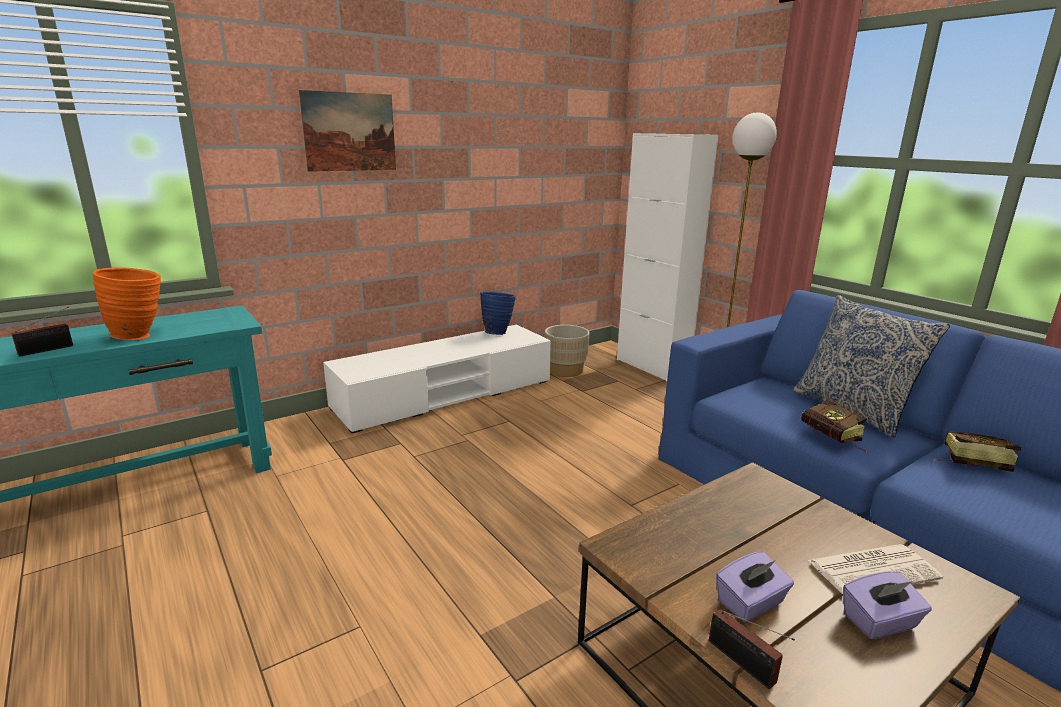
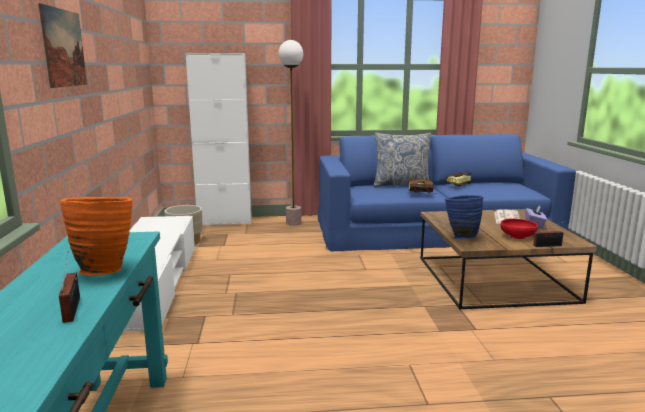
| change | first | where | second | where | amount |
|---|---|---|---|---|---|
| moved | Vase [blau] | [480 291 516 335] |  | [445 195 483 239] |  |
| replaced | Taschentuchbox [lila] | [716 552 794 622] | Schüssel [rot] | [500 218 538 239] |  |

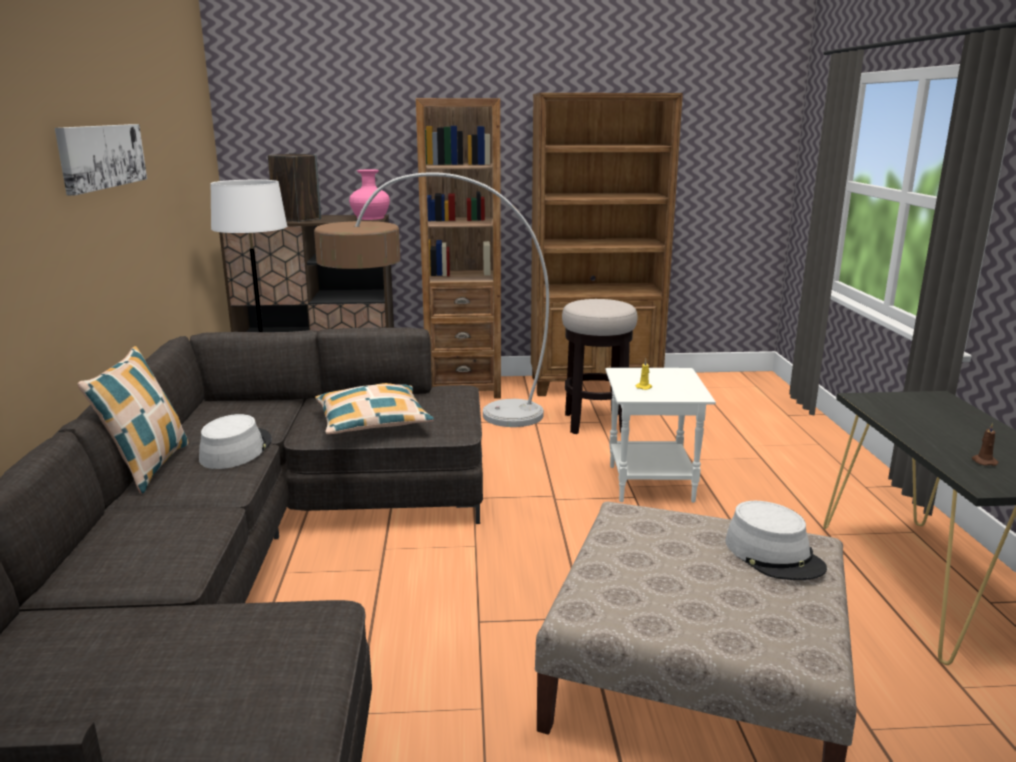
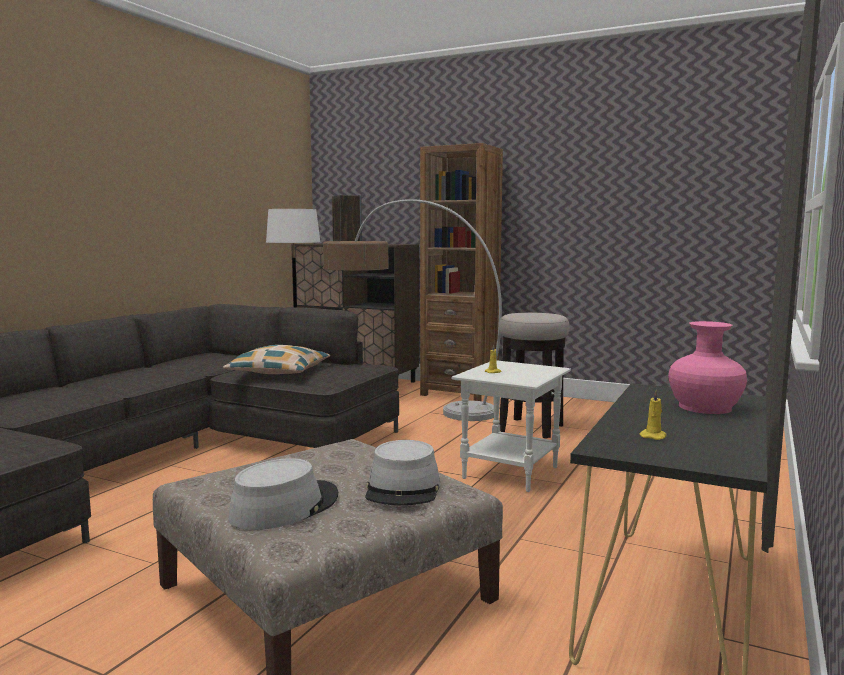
| change | first | where | second | where | amount |
|---|---|---|---|---|---|
| removed | Bücherregal [braun] | [531 93 683 396] |  |  |  |
| removed | Bild | [55 124 147 196] |  |  |  |
| moved | Vase [rosa] | [349 169 390 220] |  | [668 321 747 414] |  |
| removed | Kissen | [77 346 189 494] |  |  |  |
| moved | Hut [grau] | [199 414 272 469] |  | [229 458 338 530] |  |
| recoloured | Kerze [braun] | [972 423 998 466] | Kerze [gelb] | [640 390 666 440] |  |

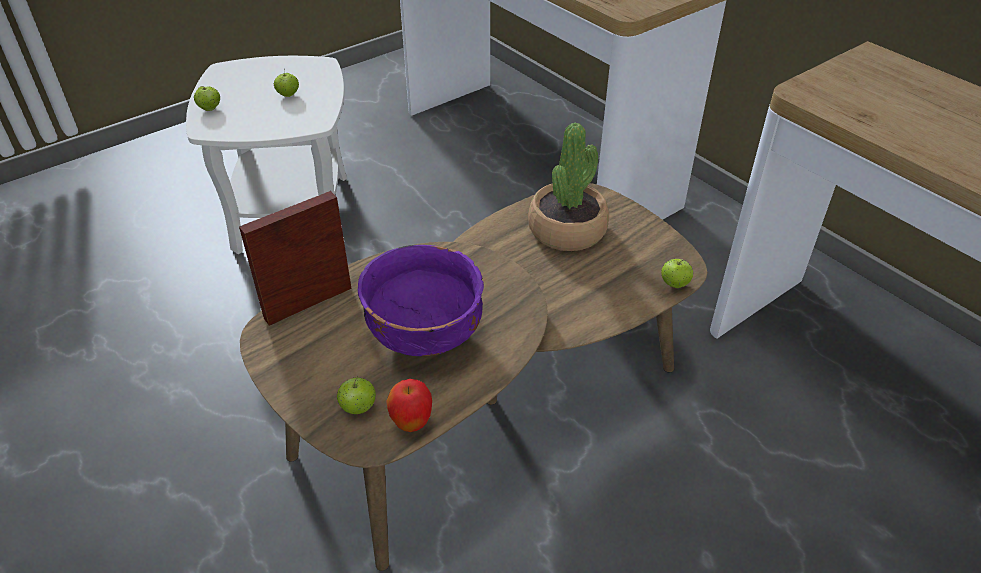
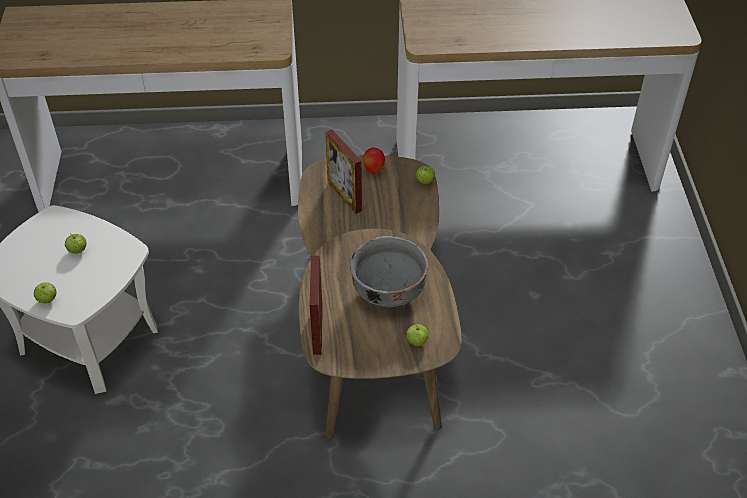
| change | first | where | second | where | amount |
|---|---|---|---|---|---|
| replaced | Topfpflanze | [528 123 609 251] | Bilderrahmen | [325 129 362 214] |  |
| recoloured | Schüssel [lila] | [358 245 484 356] | Schüssel [grau] | [350 236 428 307] |  |
| moved | Apfel | [386 379 432 432] |  | [363 148 385 174] |  |

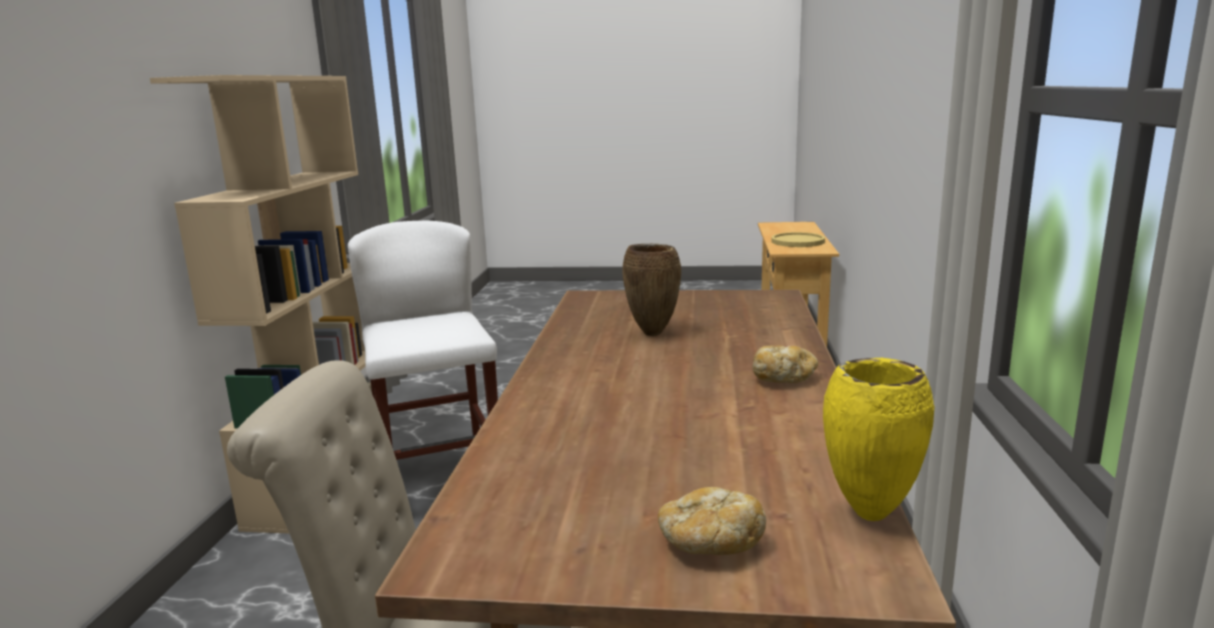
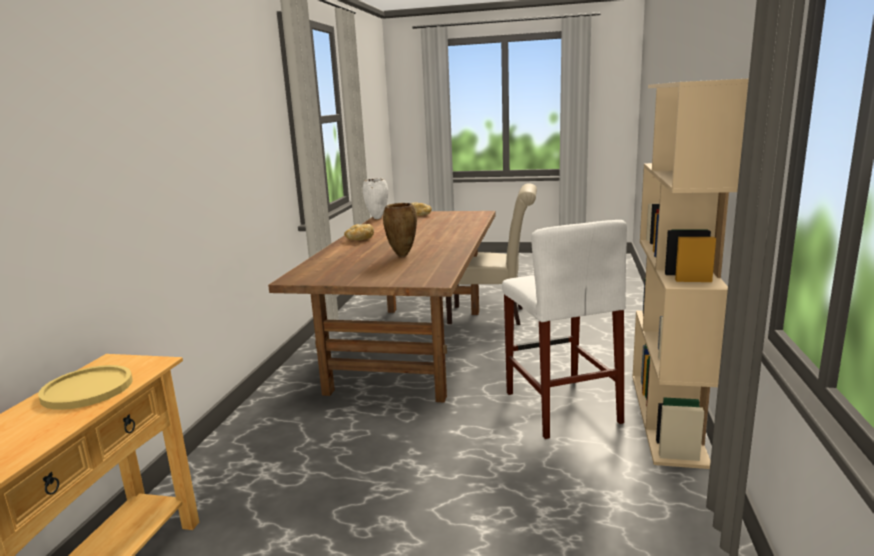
| change | first | where | second | where | amount |
|---|---|---|---|---|---|
| recoloured | Vase [gelb] | [823 358 935 521] | Vase [weiß] | [363 178 388 219] |  |

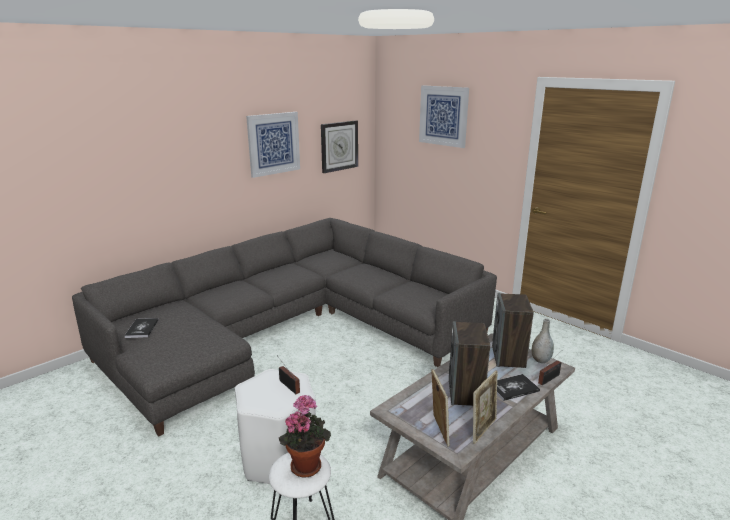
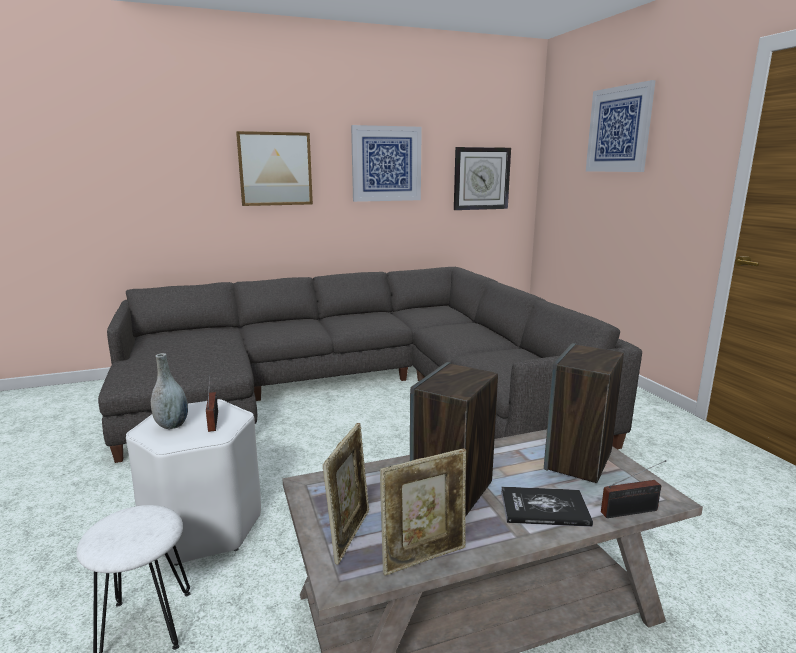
| change | first | where | second | where | amount |
|---|---|---|---|---|---|
| removed | Buch | [124 318 158 338] |  |  |  |
| moved | Vase [grau] | [532 318 554 363] |  | [151 353 188 429] |  |
| removed | Topfpflanze | [279 395 331 477] |  |  |  |
| added |  |  | Bild | [236 131 313 206] |  |

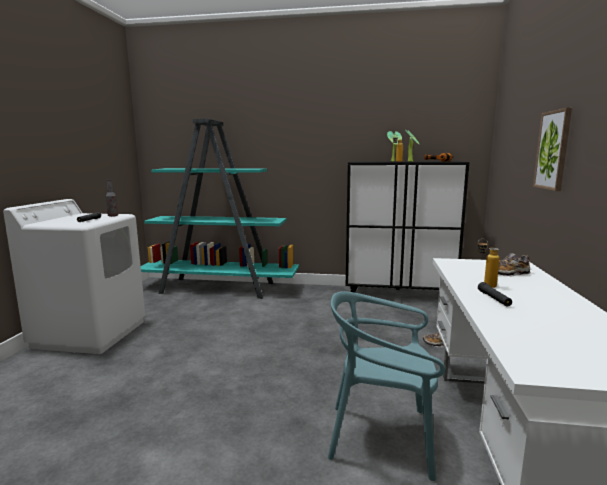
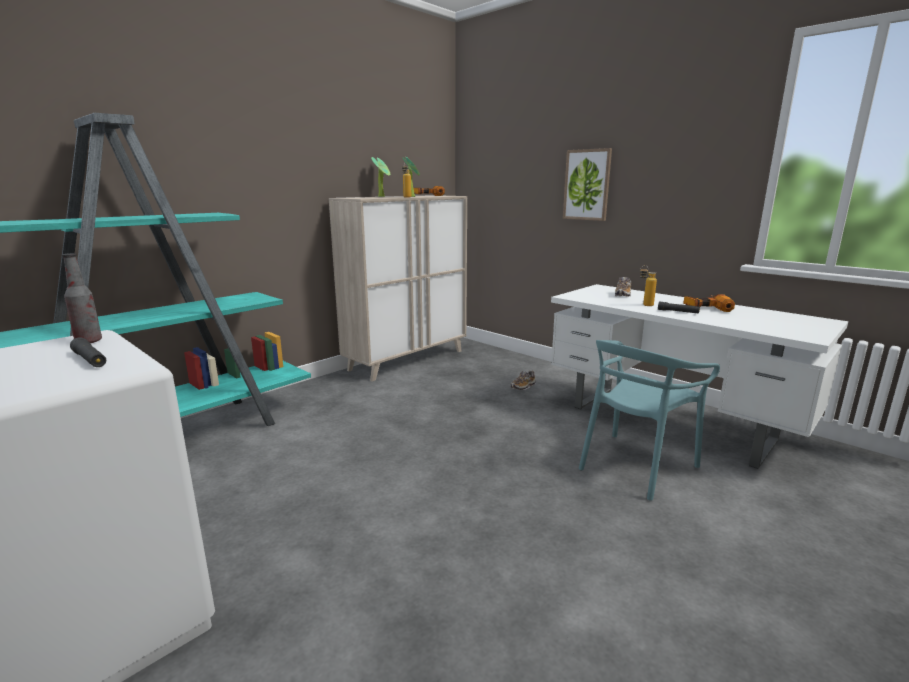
| change | first | where | second | where | amount |
|---|---|---|---|---|---|
| recoloured | Schrank [schwarz] | [346 161 469 293] | Schrank [beige] | [329 195 467 381] |  |
| added |  |  | Bohrmaschine | [683 294 735 312] |  |

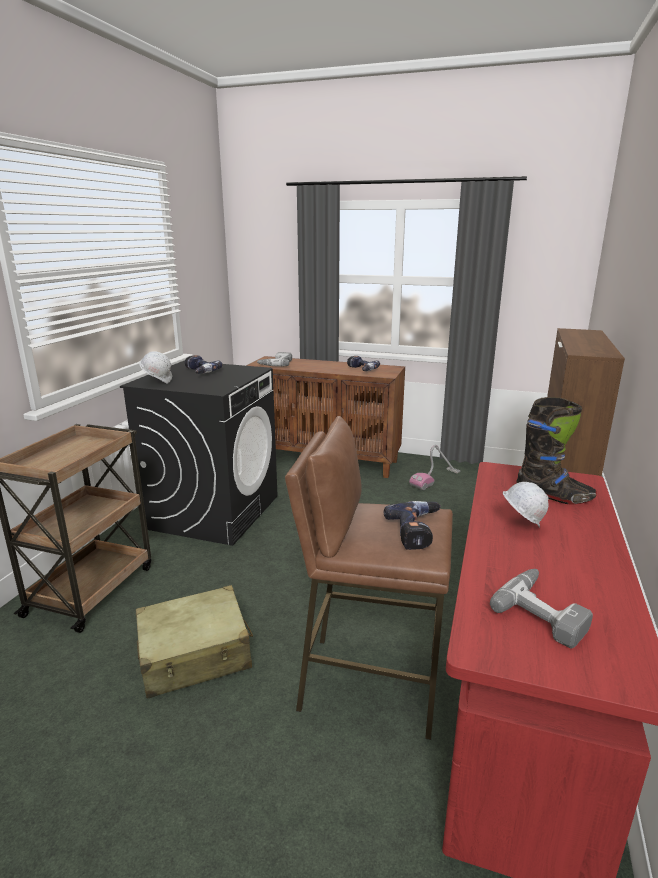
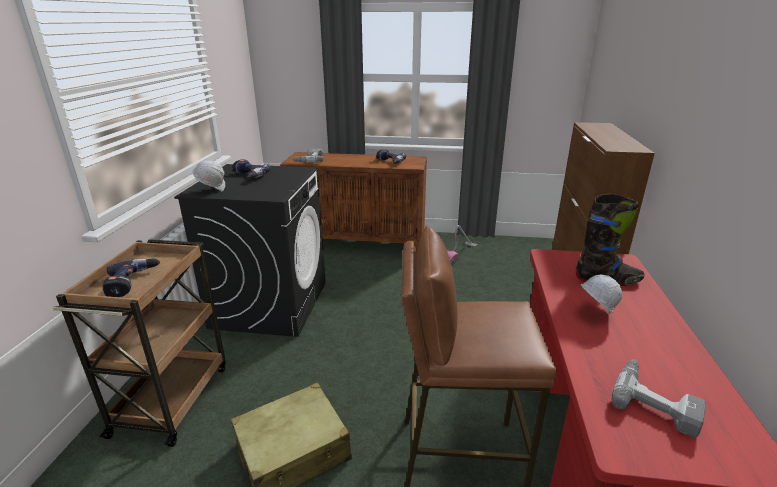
| change | first | where | second | where | amount |
|---|---|---|---|---|---|
| moved | Bohrmaschine | [384 501 441 550] |  | [103 259 160 297] |  |

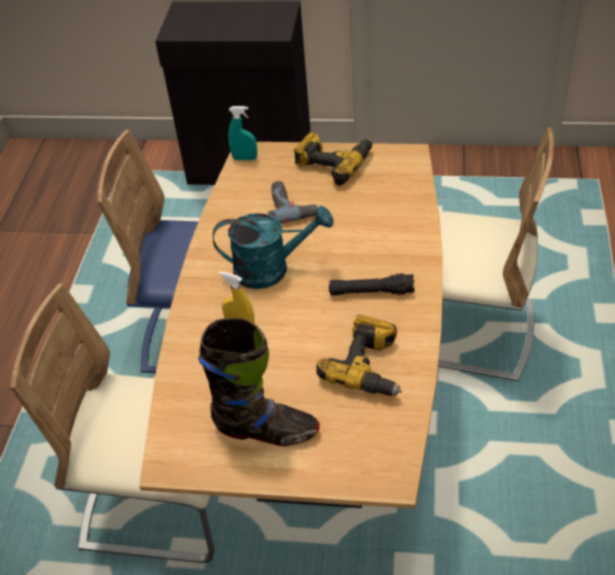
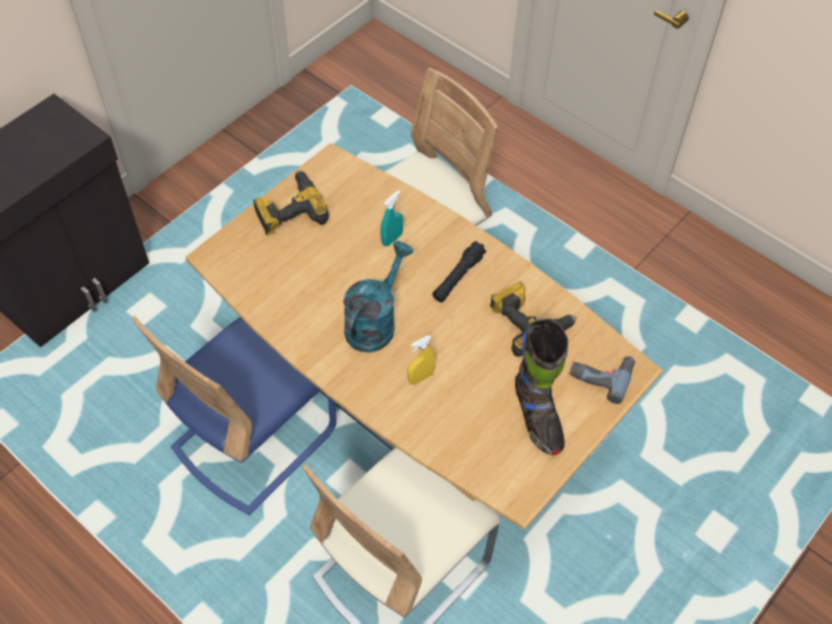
| change | first | where | second | where | amount |
|---|---|---|---|---|---|
| moved | Sprühflasche [türkis] | [228 106 257 160] |  | [381 190 403 246] |  |
| moved | Bohrmaschine | [268 181 318 223] |  | [569 356 635 404] |  |
| turned | Stiefel [schwarz] | [198 318 320 446] |  | [515 318 568 455] | 120 degrees clockwise |

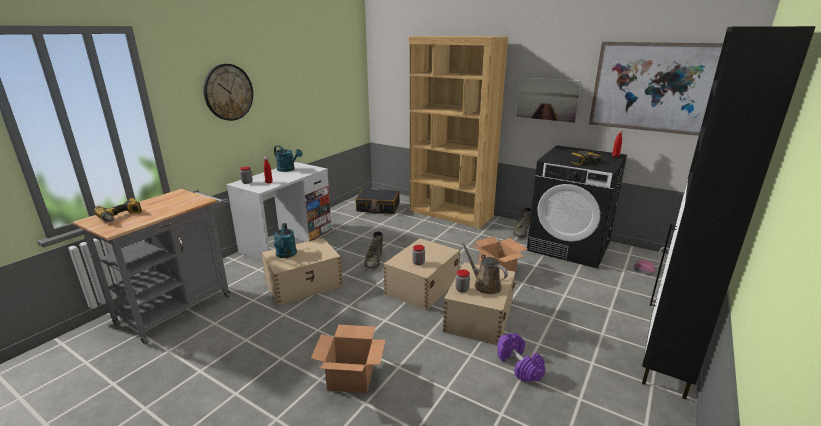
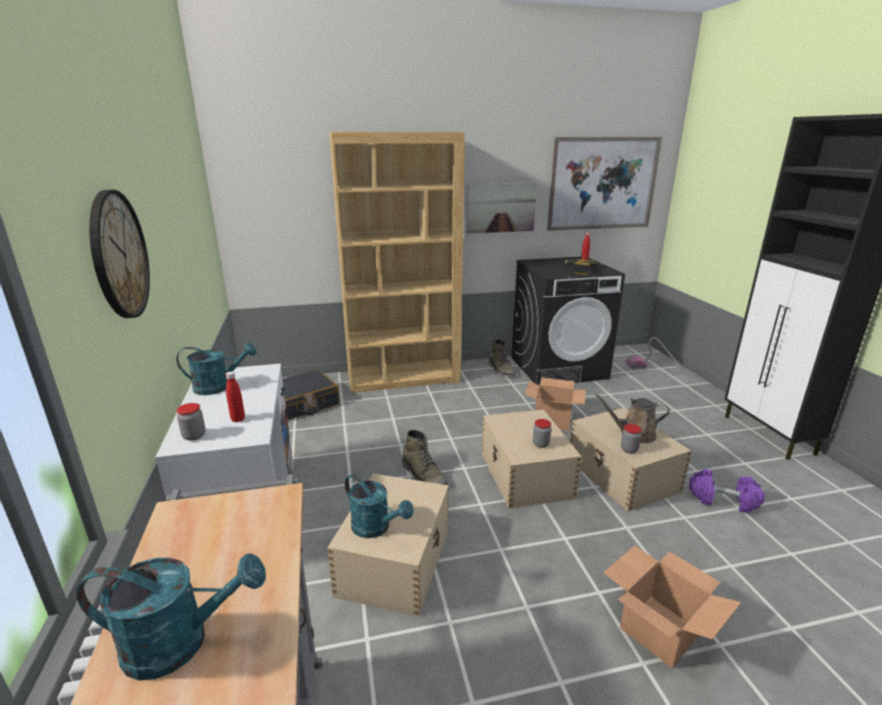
| change | first | where | second | where | amount |
|---|---|---|---|---|---|
| replaced | Bohrmaschine | [94 198 142 222] | Gießkanne [türkis] | [77 553 266 680] |  |

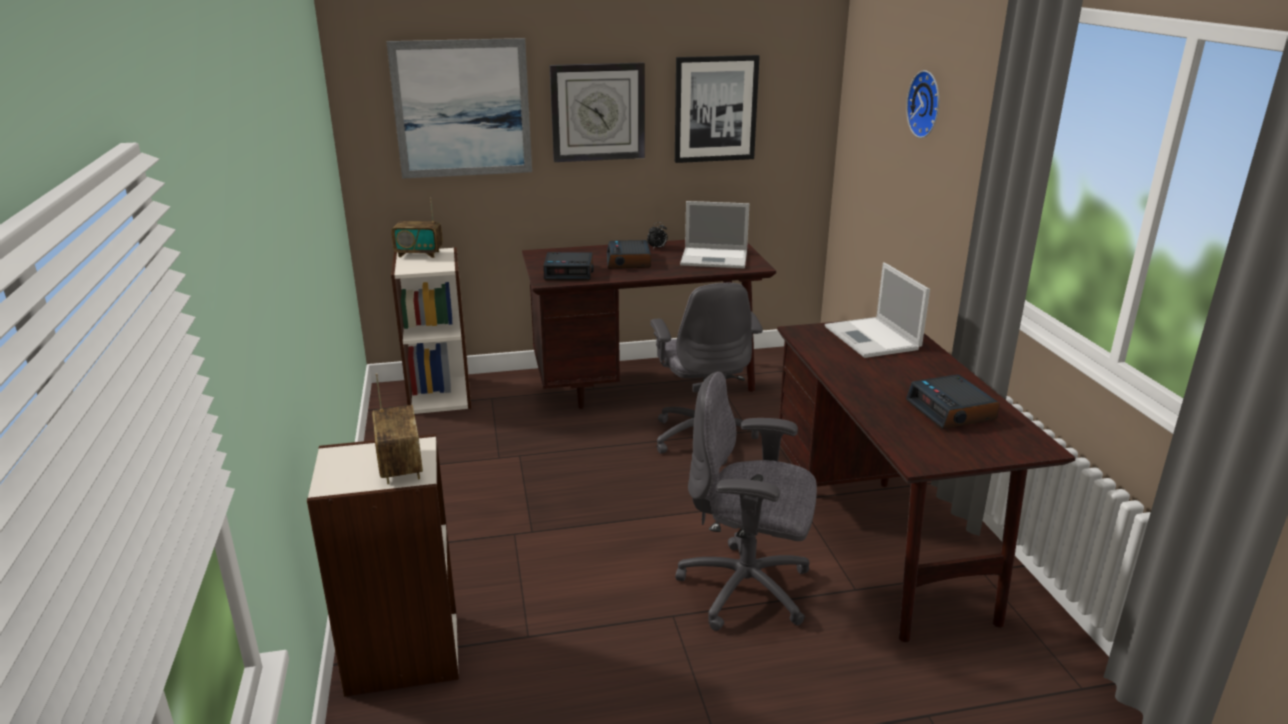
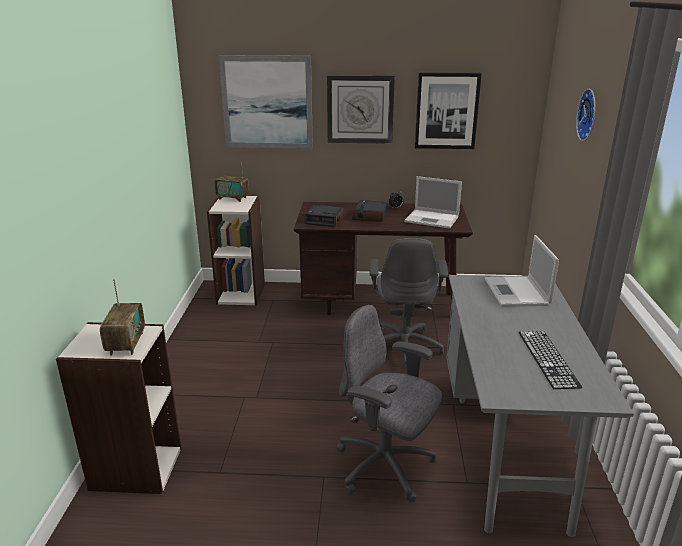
| change | first | where | second | where | amount |
|---|---|---|---|---|---|
| recoloured | Schreibtisch [braun] | [777 321 1076 643] | Schreibtisch [grau] | [446 275 634 537] |  |
| replaced | Wecker | [906 374 1000 429] | Tastatur | [519 331 582 389] |  |

